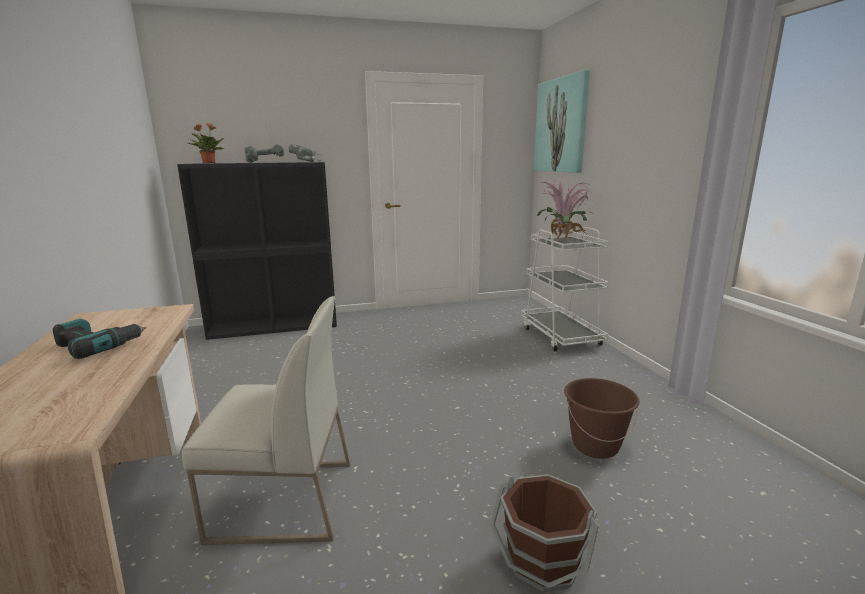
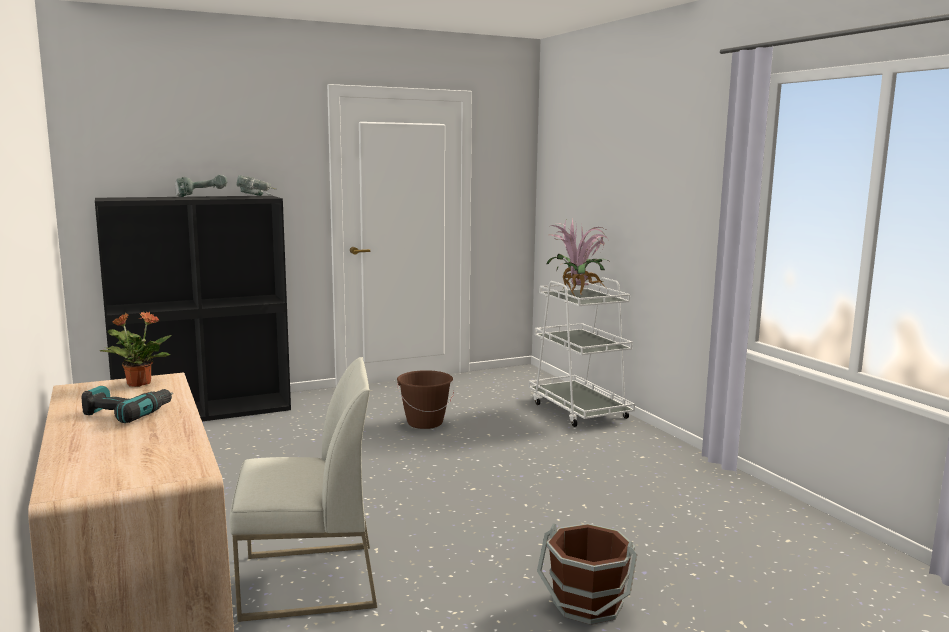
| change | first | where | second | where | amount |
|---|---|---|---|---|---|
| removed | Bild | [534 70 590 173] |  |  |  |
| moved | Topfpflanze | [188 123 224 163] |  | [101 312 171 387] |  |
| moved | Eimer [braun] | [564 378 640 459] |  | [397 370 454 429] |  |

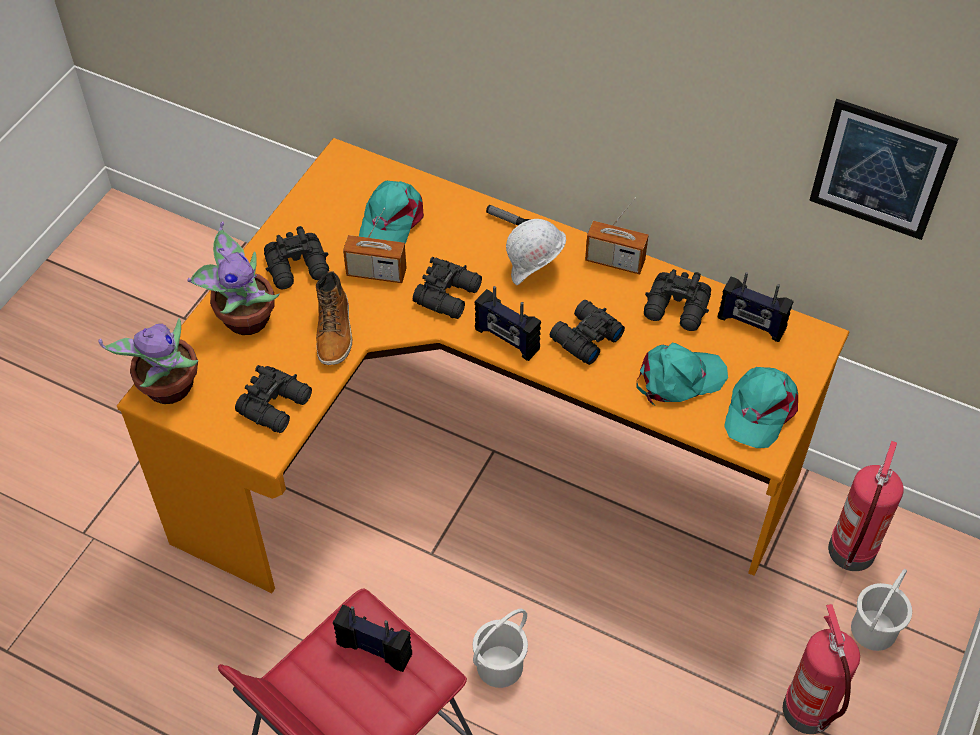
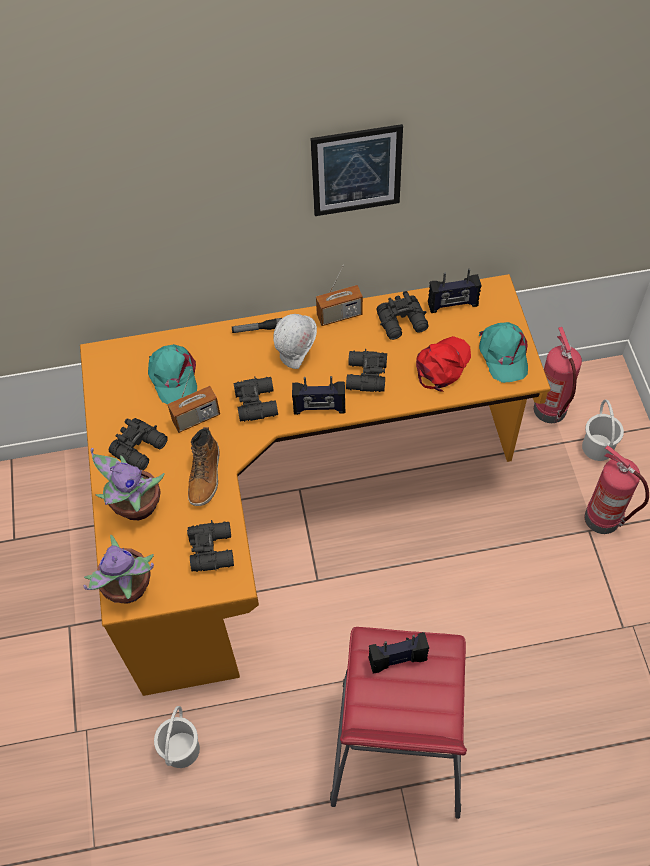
| change | first | where | second | where | amount |
|---|---|---|---|---|---|
| moved | Bild | [809 99 958 240] |  | [310 124 403 216] |  |
| turned | Stiefel | [316 271 352 365] |  | [188 427 220 506] | 45 degrees clockwise |
| recoloured | Kappe [türkis] | [637 343 728 405] | Kappe [rot] | [416 336 471 392] |  |
| moved | Eimer [weiß] | [473 609 528 688] |  | [154 706 200 768] |  |

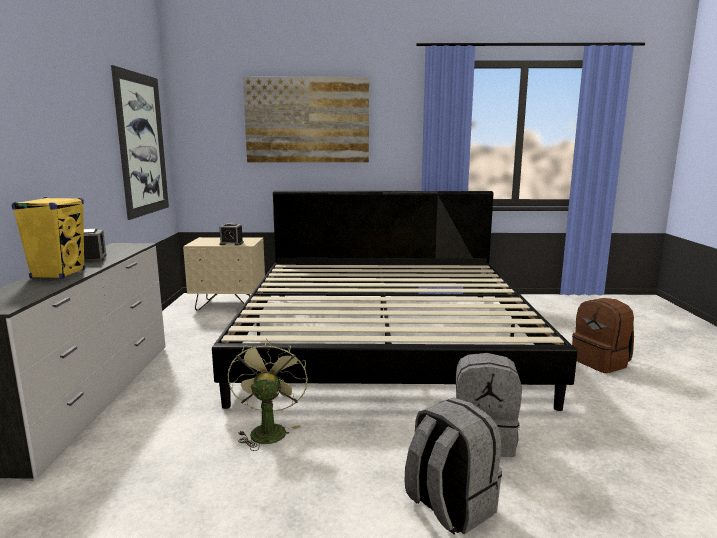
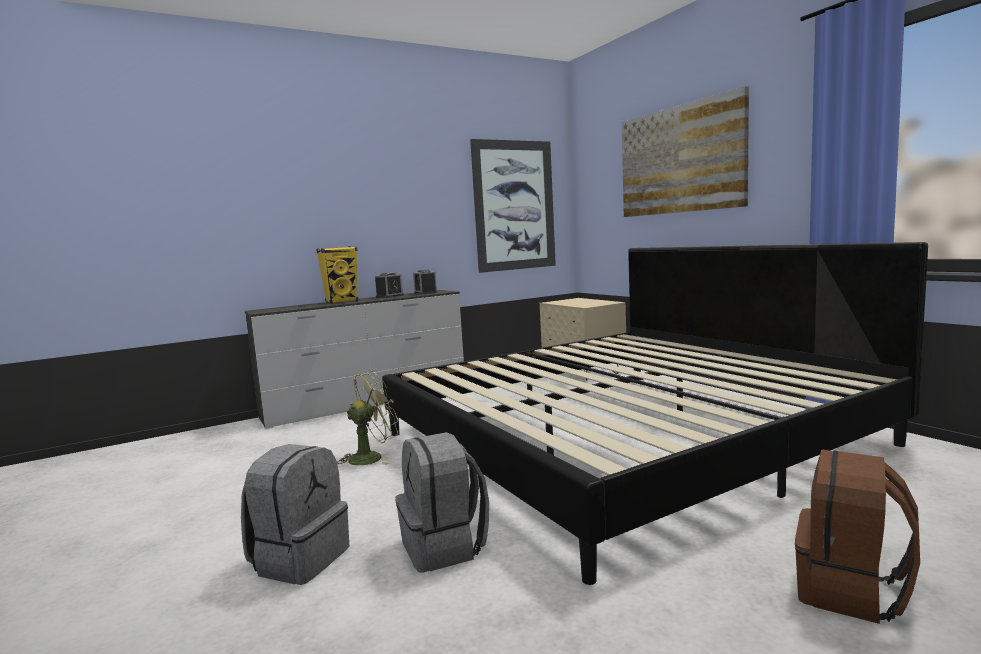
| change | first | where | second | where | amount |
|---|---|---|---|---|---|
| moved | Wecker | [219 223 244 245] |  | [413 270 437 295] |  |

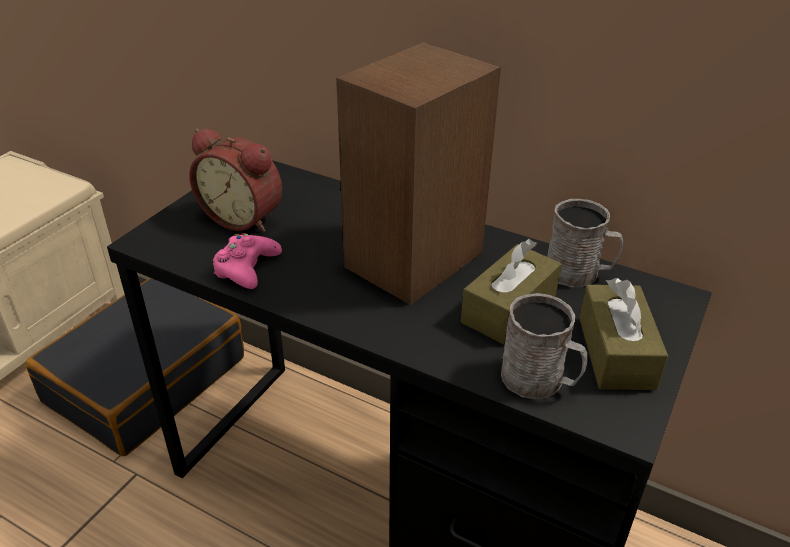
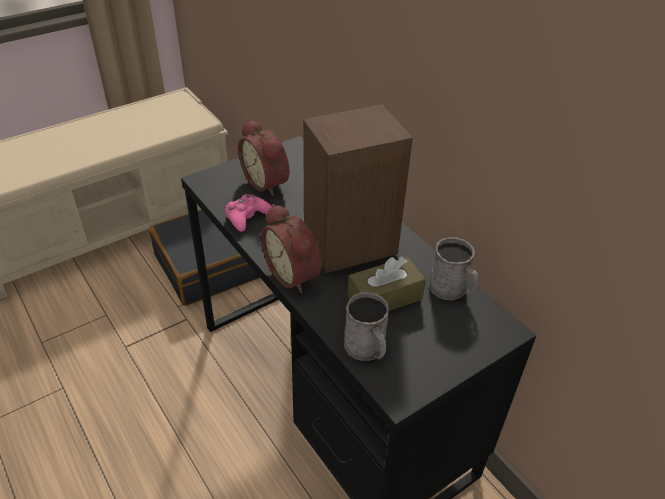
| change | first | where | second | where | amount |
|---|---|---|---|---|---|
| removed | Taschentuchbox [braun] | [579 278 668 390] |  |  |  |
| added |  |  | Wecker | [261 204 322 293] |  |

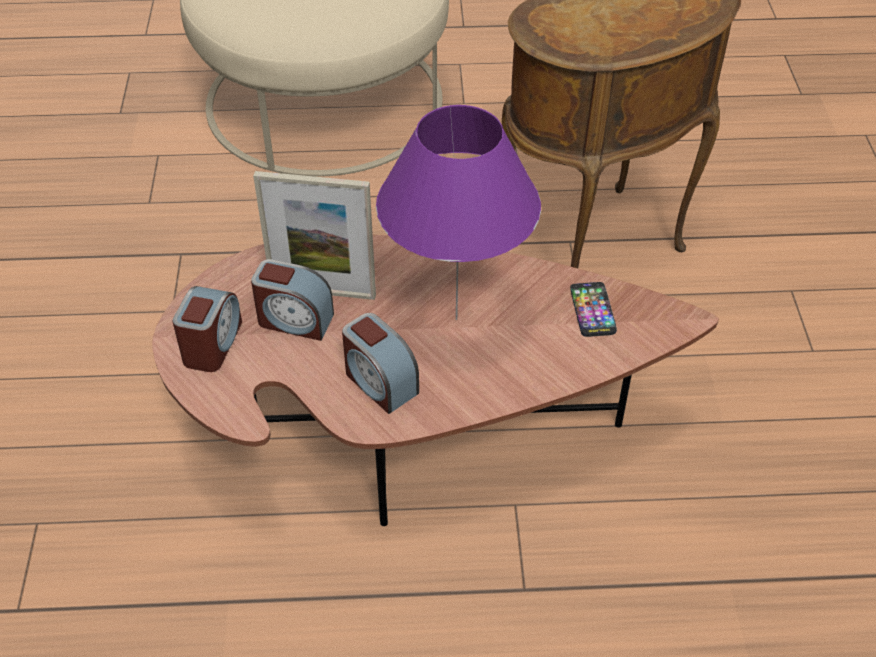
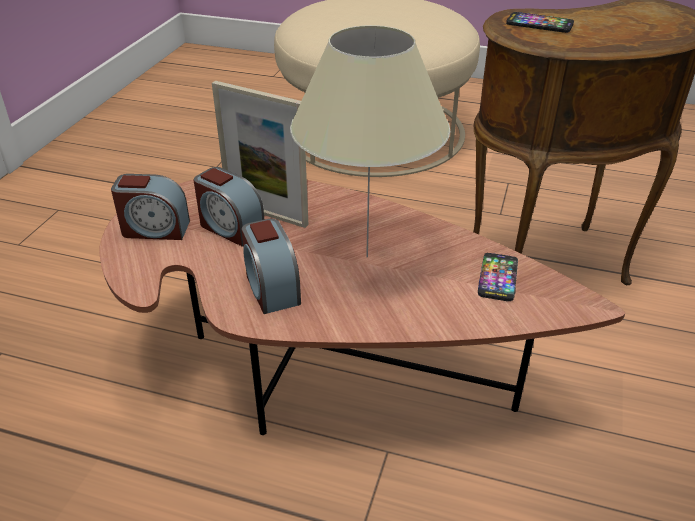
| change | first | where | second | where | amount |
|---|---|---|---|---|---|
| recoloured | Tischlampe [lila] | [376 105 541 320] | Tischlampe [beige] | [290 25 450 257] |  |
| turned | Wecker | [173 286 242 372] |  | [111 174 190 240] | 60 degrees clockwise |
| added |  |  | Handy | [506 12 574 33] |  |

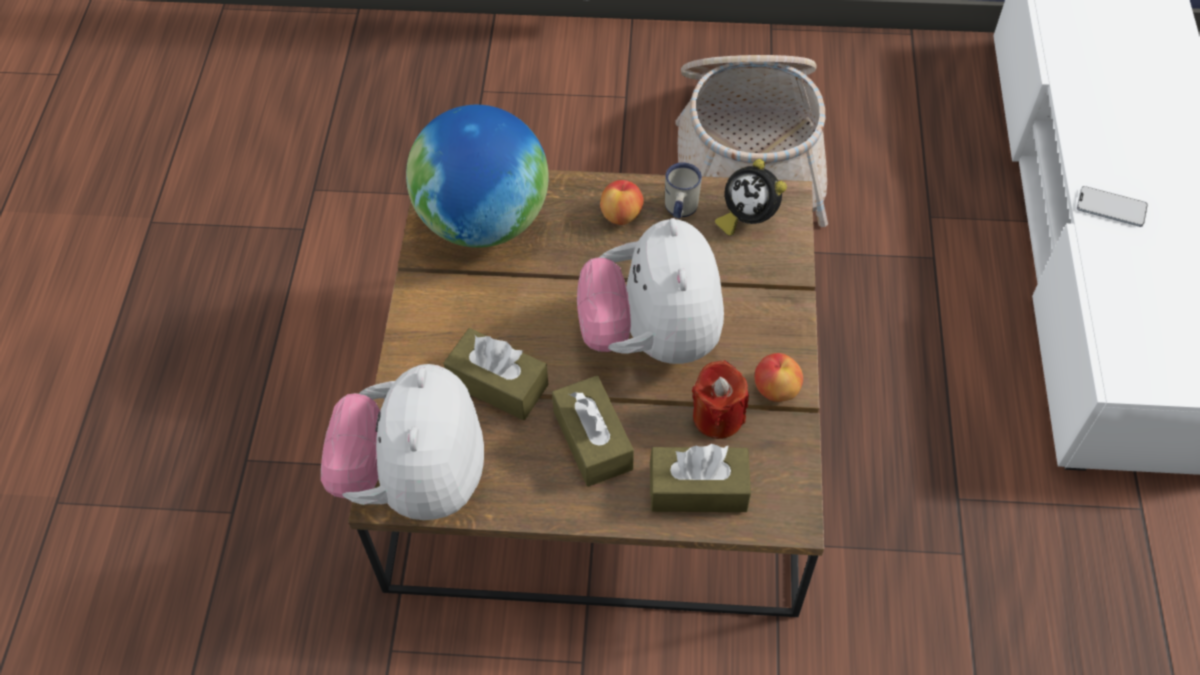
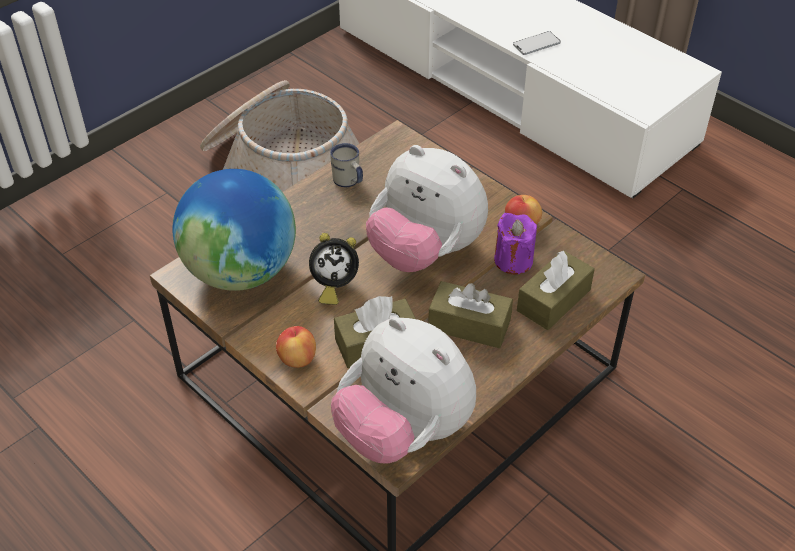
| change | first | where | second | where | amount |
|---|---|---|---|---|---|
| moved | Wecker | [715 159 787 236] |  | [309 233 359 305] |  |
| moved | Apfel | [600 180 644 225] |  | [276 326 316 368] |  |
| recoloured | Kerze [rot] | [692 360 749 439] | Kerze [lila] | [494 213 537 275] |  |

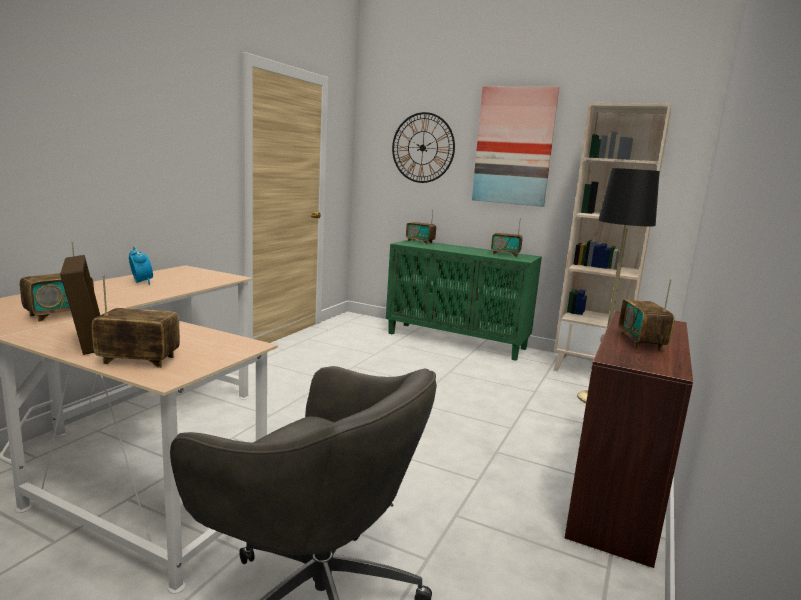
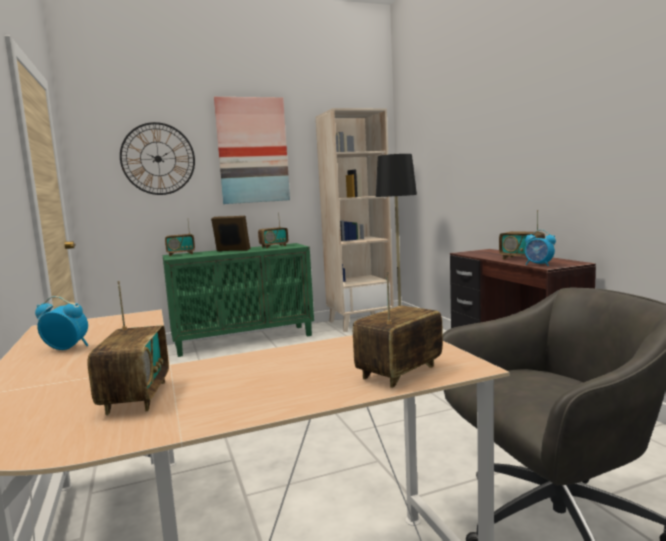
| change | first | where | second | where | amount |
|---|---|---|---|---|---|
| moved | Bilderrahmen | [60 255 100 355] |  | [211 216 250 251] |  |
| added |  |  | Wecker | [525 230 556 266] |  |

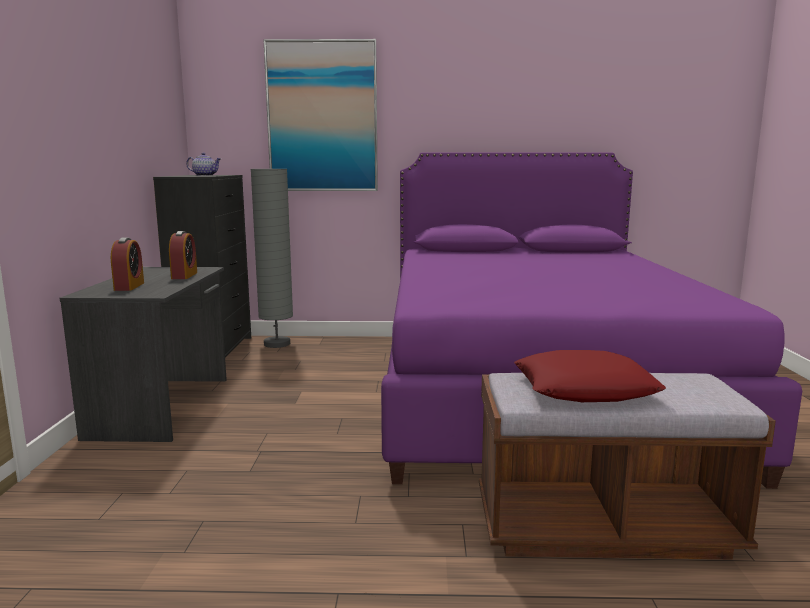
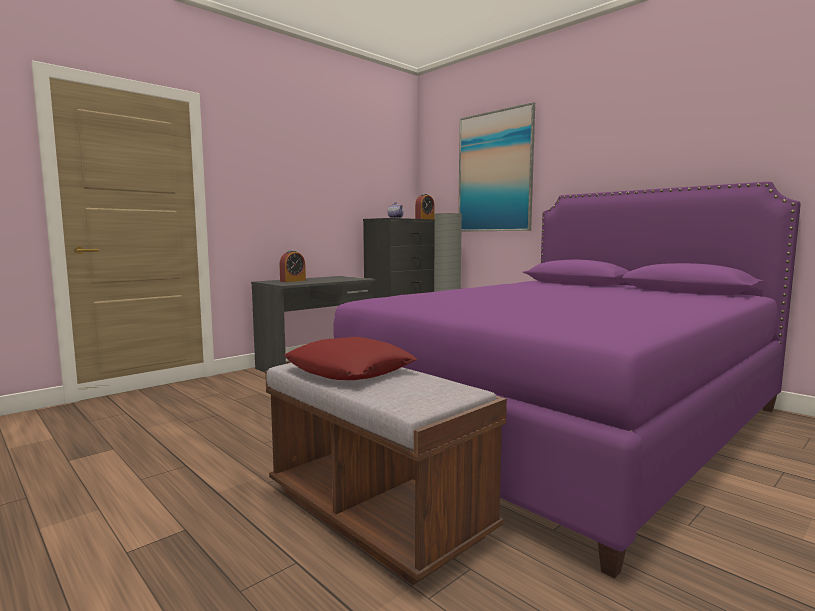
| change | first | where | second | where | amount |
|---|---|---|---|---|---|
| moved | Wecker | [169 231 197 279] |  | [415 194 434 219] |  |

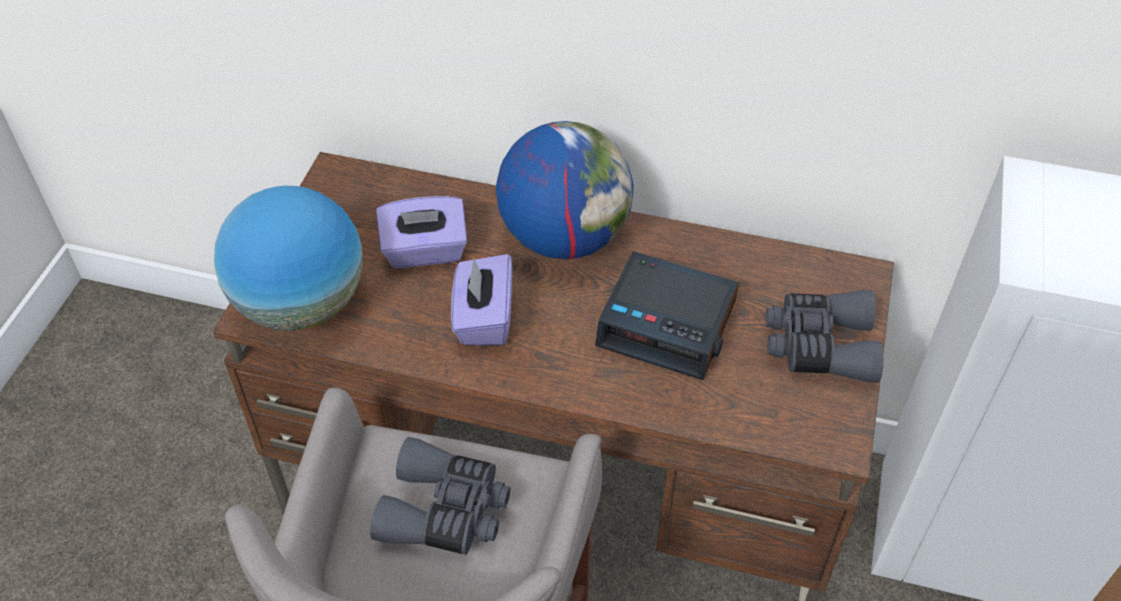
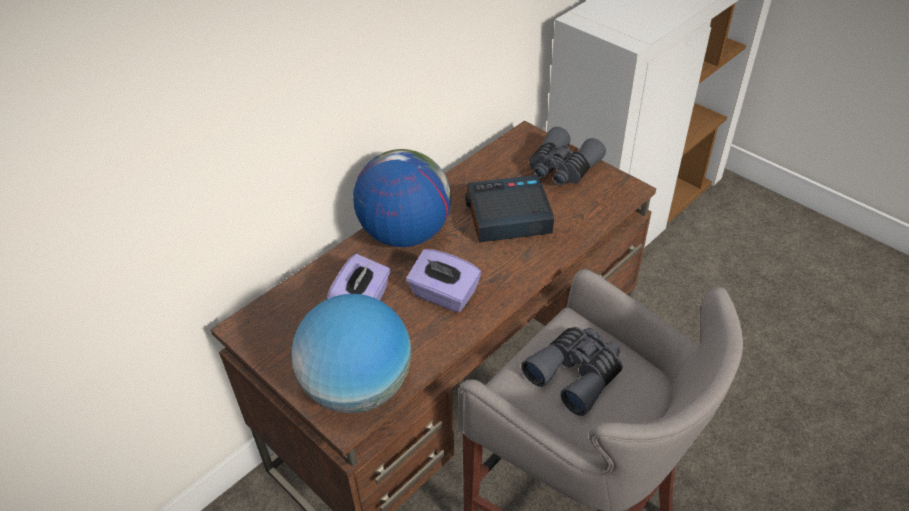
| change | first | where | second | where | amount |
|---|---|---|---|---|---|
| turned | Wecker | [595 251 739 380] |  | [465 175 554 243] | 150 degrees counterclockwise |

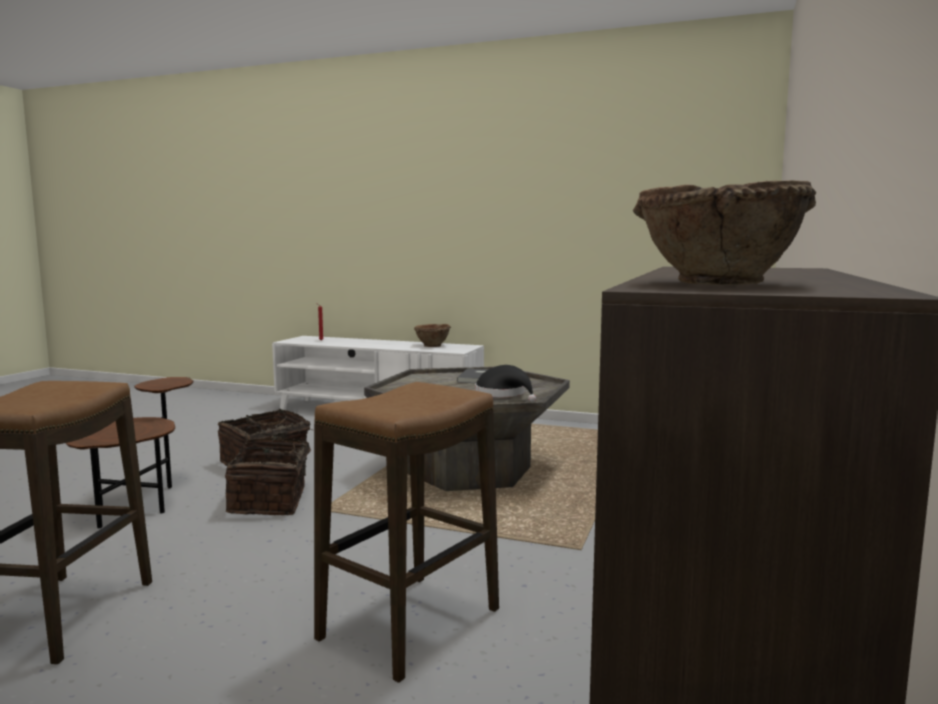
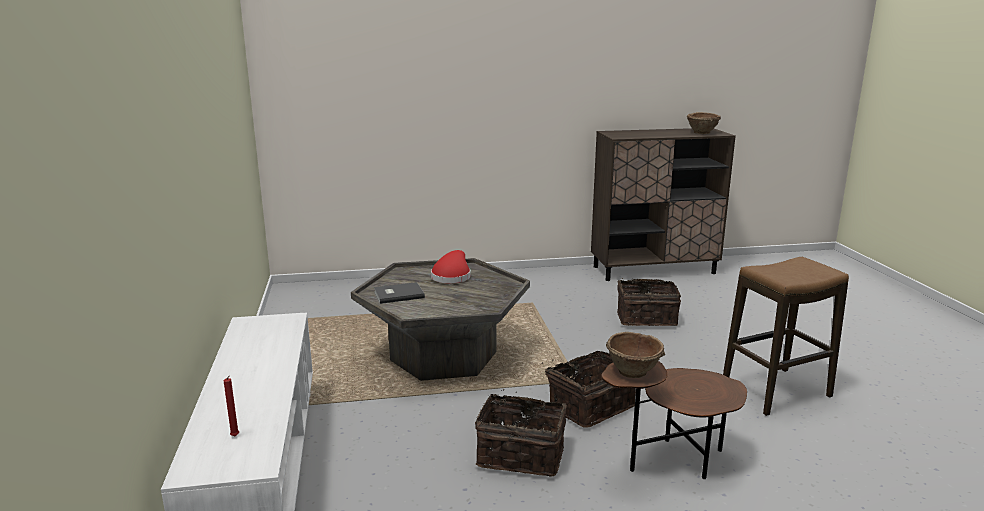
| change | first | where | second | where | amount |
|---|---|---|---|---|---|
| moved | Schüssel [braun] | [414 324 451 347] |  | [606 332 665 378] |  |
| recoloured | Hut [schwarz] | [475 365 536 402] | Hut [rot] | [431 250 471 283] |  |
| replaced | Hocker | [314 382 499 683] | Korb | [617 278 681 326] |  |

